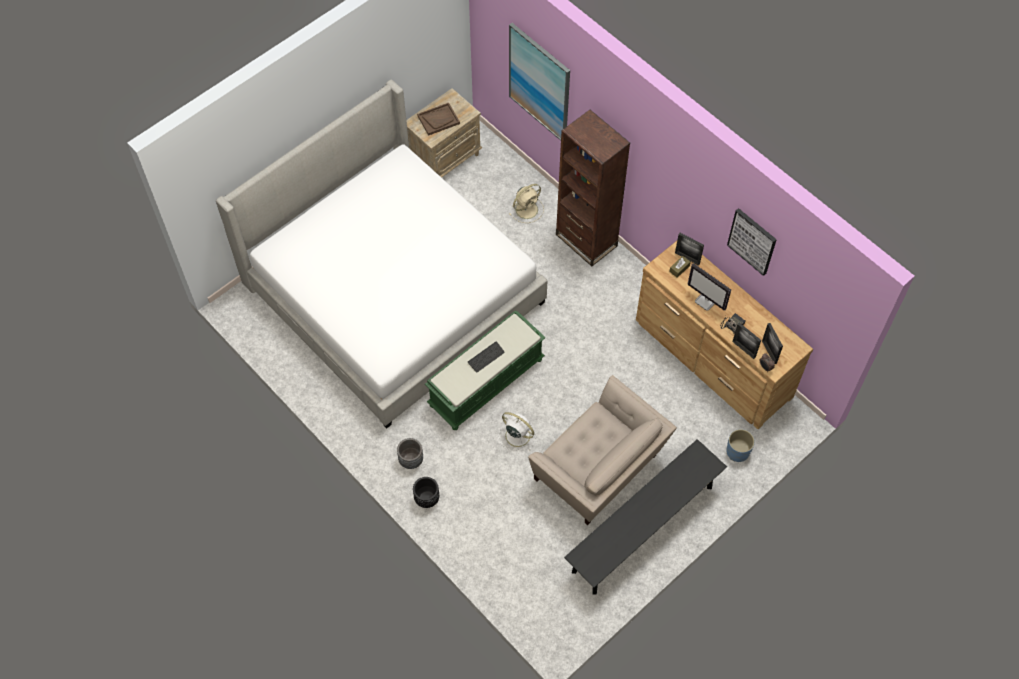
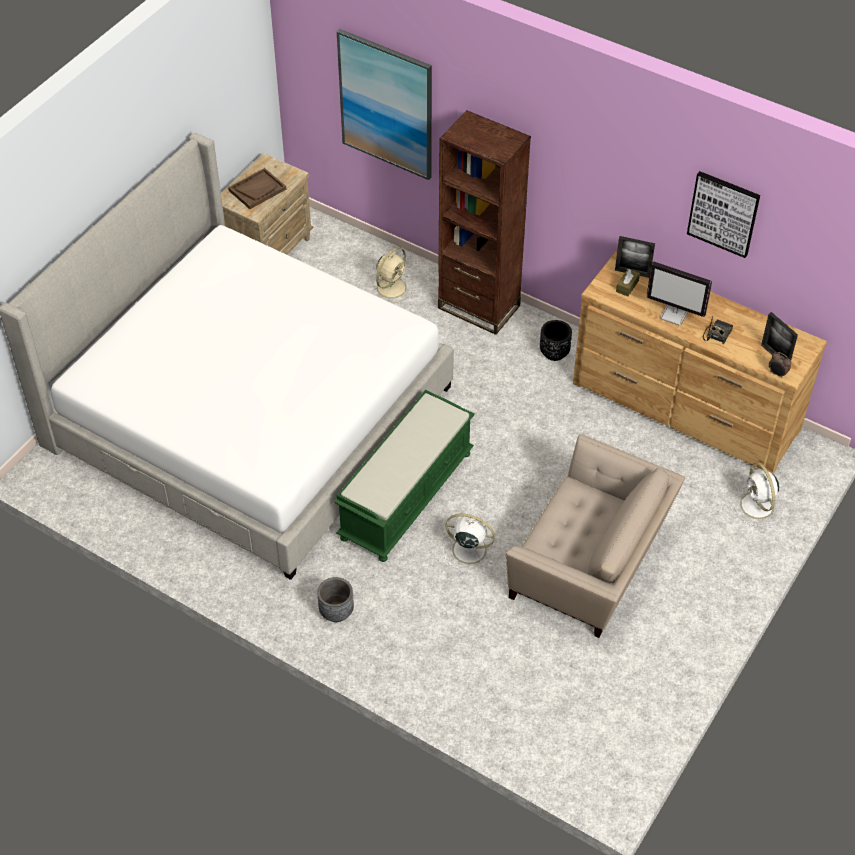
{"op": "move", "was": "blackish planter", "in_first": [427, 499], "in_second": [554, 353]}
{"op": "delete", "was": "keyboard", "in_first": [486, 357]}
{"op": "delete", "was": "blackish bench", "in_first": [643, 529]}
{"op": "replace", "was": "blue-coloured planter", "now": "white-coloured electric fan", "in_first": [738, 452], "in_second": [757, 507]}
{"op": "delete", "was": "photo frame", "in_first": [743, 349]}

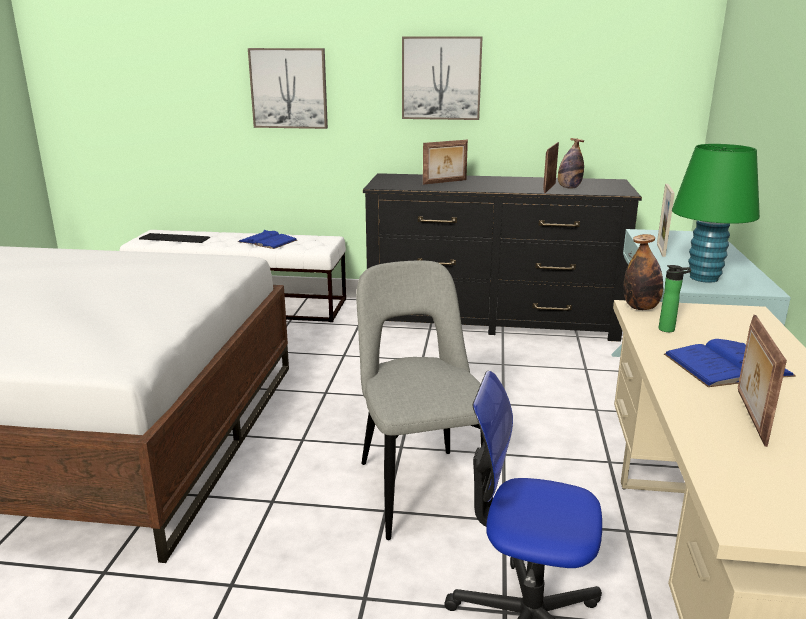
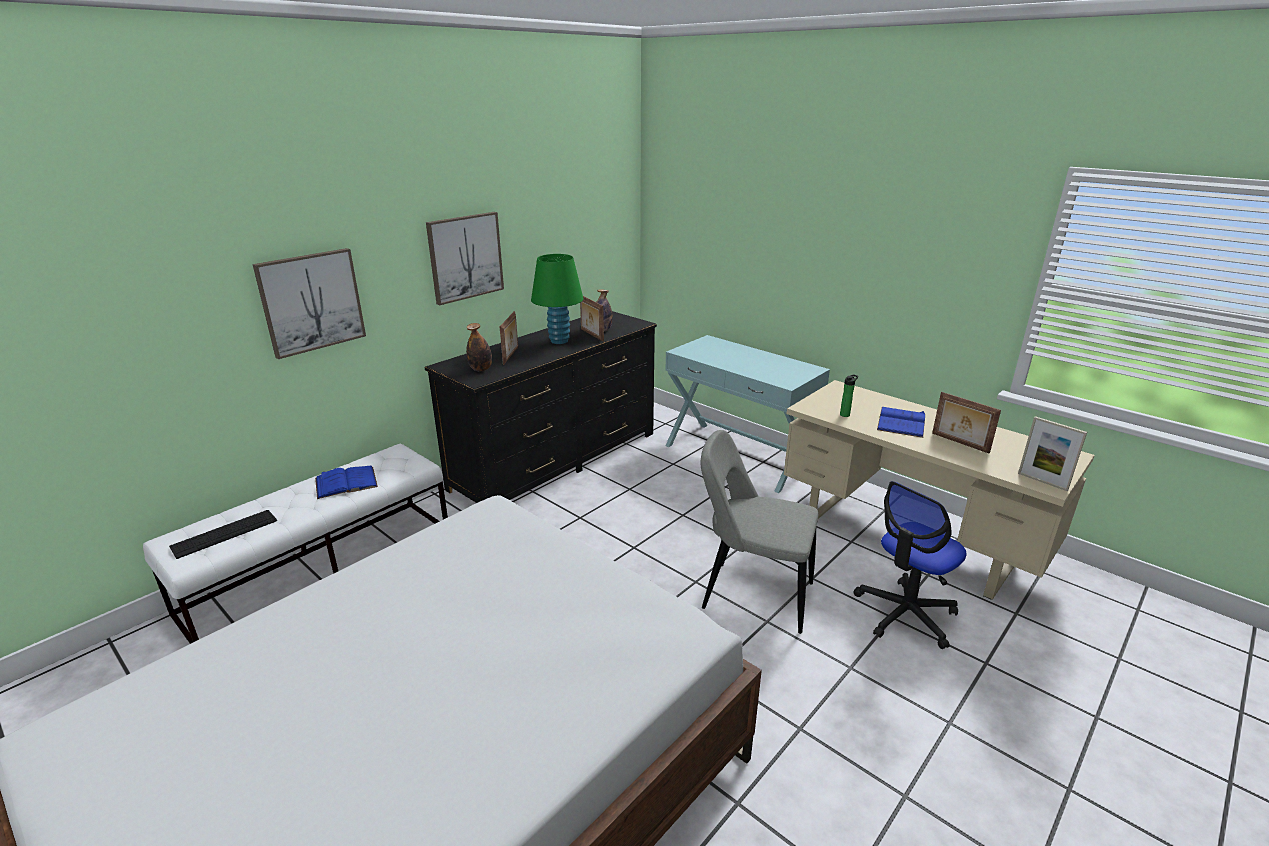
{"op": "move", "was": "drink bottle", "in_first": [640, 307], "in_second": [481, 369]}
{"op": "move", "was": "photo frame", "in_first": [661, 250], "in_second": [1042, 481]}
{"op": "move", "was": "green table lamp", "in_first": [703, 278], "in_second": [559, 341]}

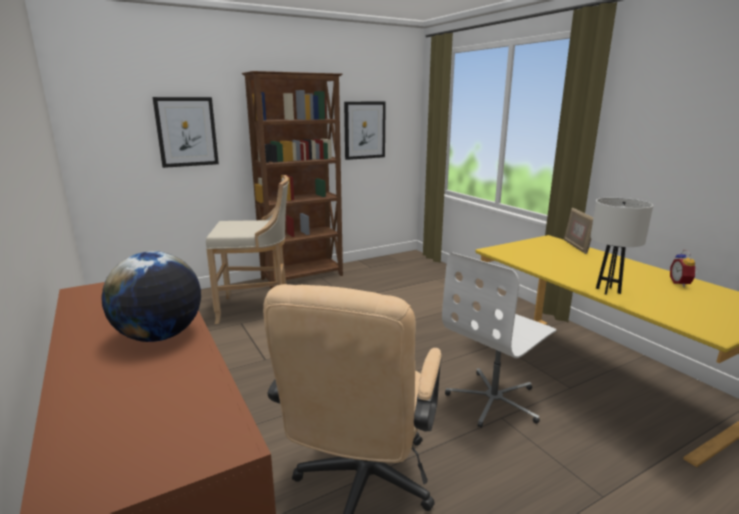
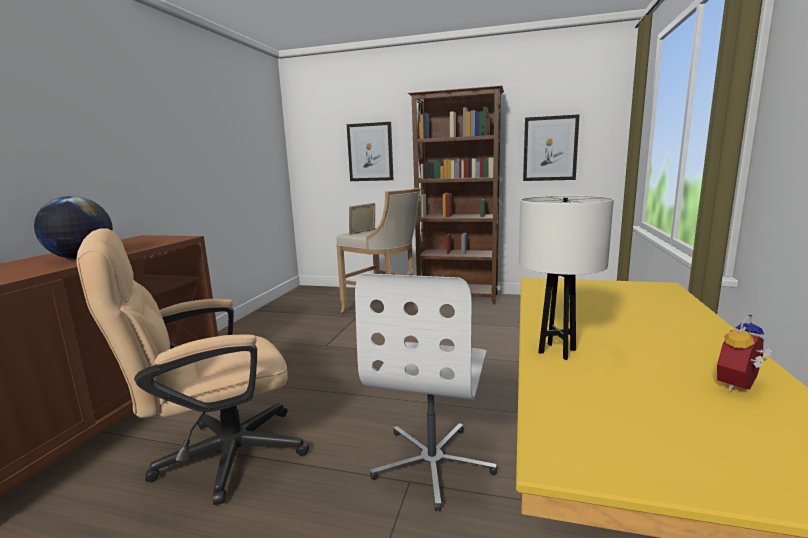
{"op": "rotate", "was": "white-coloured computer chair", "in_first": [494, 400], "in_second": [433, 463], "clockwise": -75}
{"op": "move", "was": "photo frame", "in_first": [576, 247], "in_second": [363, 232]}

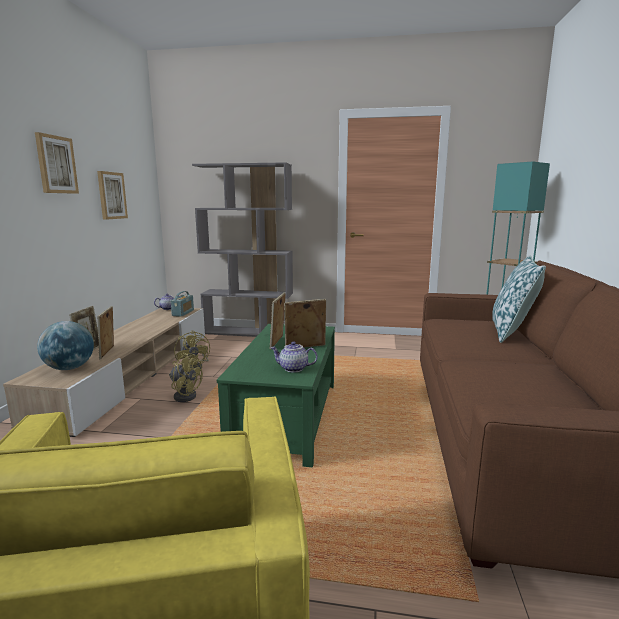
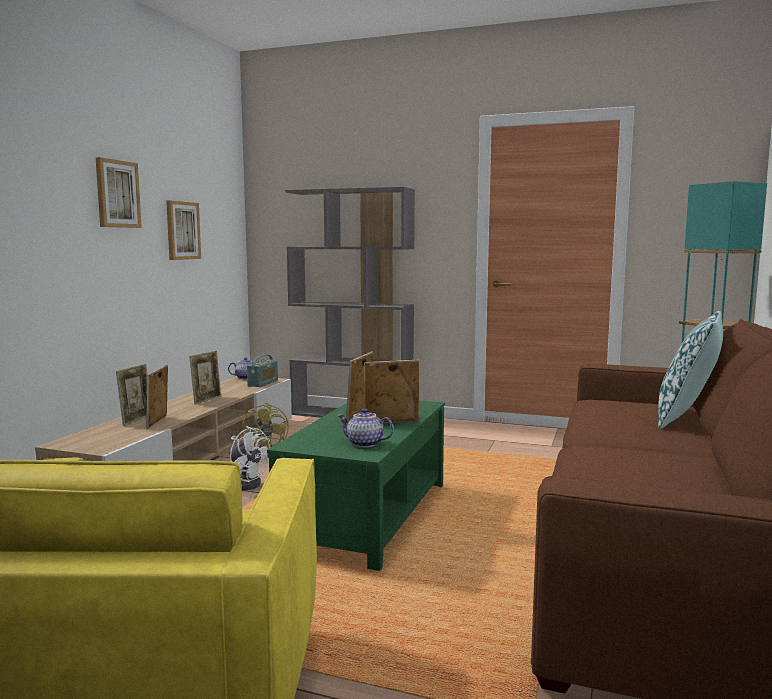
{"op": "delete", "was": "desk globe", "in_first": [69, 368]}
{"op": "recolor", "was": "yellow-coloured electric fan", "now": "white-coloured electric fan", "in_first": [185, 395], "in_second": [247, 483]}
{"op": "insert", "now": "photo frame", "in_second": [207, 400]}

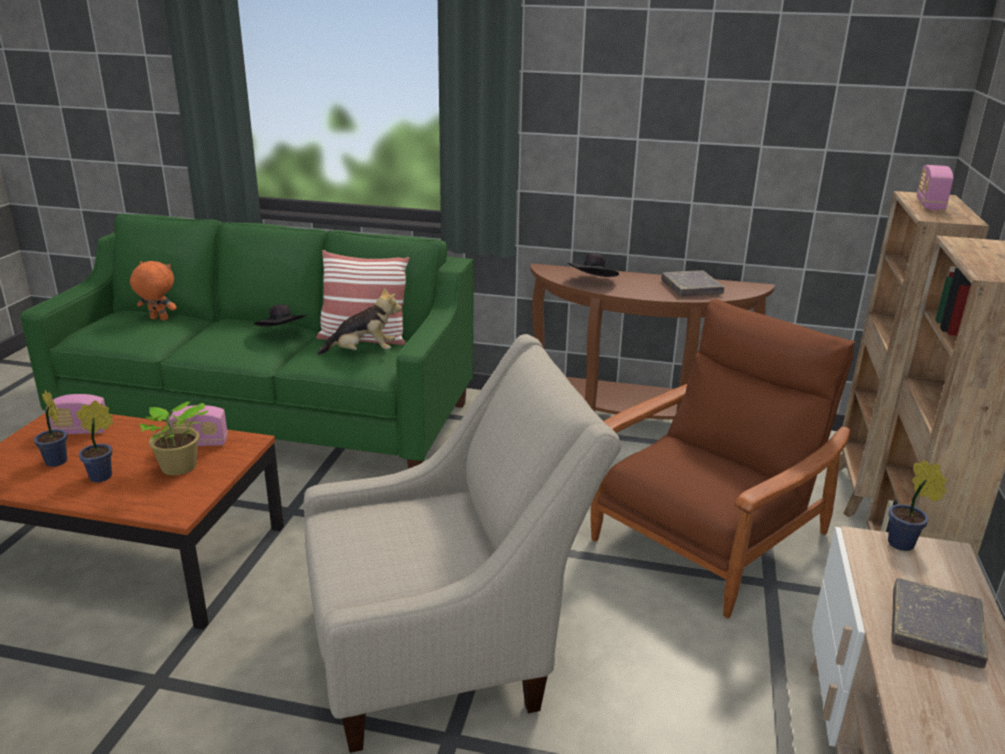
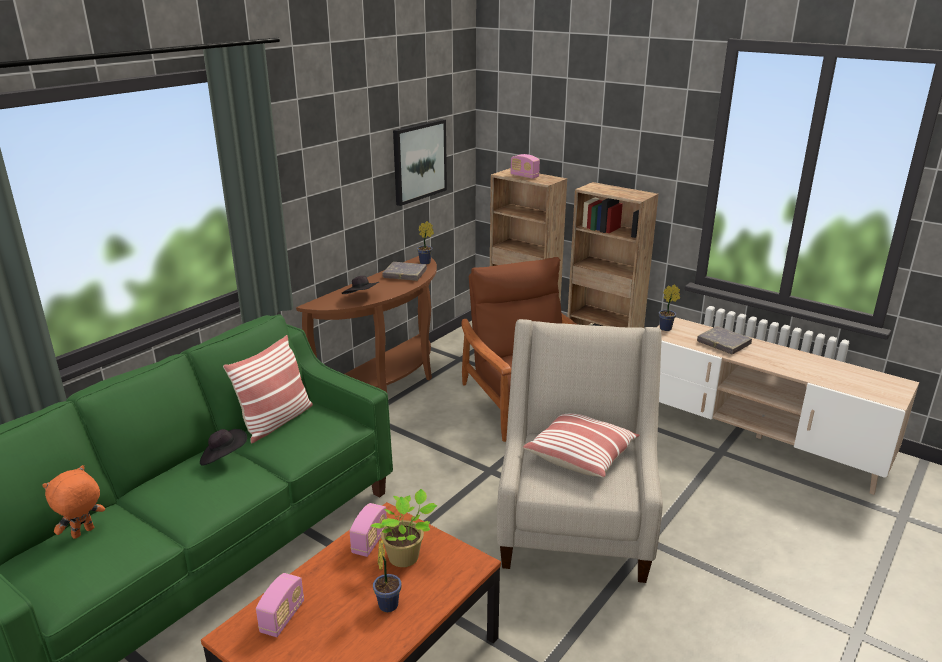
{"op": "move", "was": "potted plant", "in_first": [57, 463], "in_second": [426, 262]}
{"op": "delete", "was": "soft toy", "in_first": [363, 352]}
{"op": "insert", "now": "picture", "in_second": [419, 161]}
{"op": "insert", "now": "pillow", "in_second": [581, 455]}

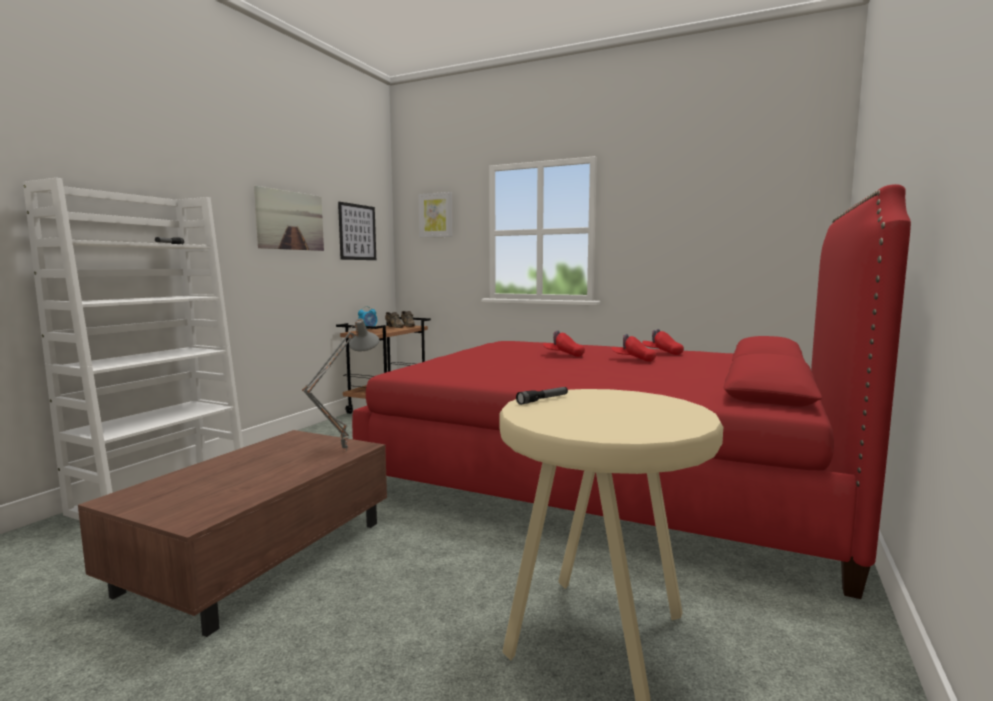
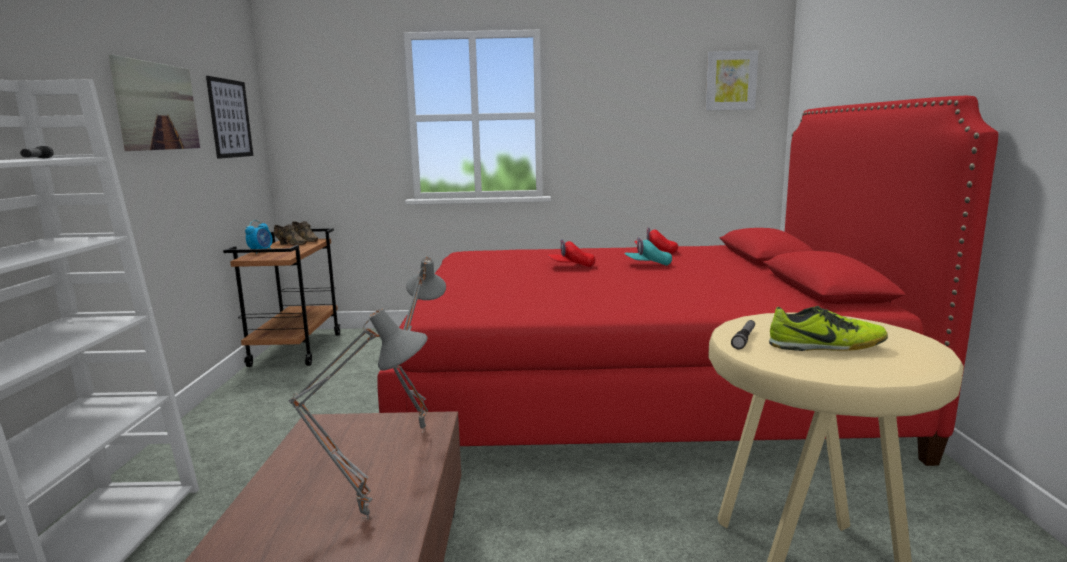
{"op": "move", "was": "picture", "in_first": [436, 215], "in_second": [730, 81]}
{"op": "recolor", "was": "red peaked cap", "now": "blue-green peaked cap", "in_first": [633, 360], "in_second": [648, 265]}
{"op": "insert", "now": "grey table lamp", "in_second": [368, 516]}
{"op": "insert", "now": "item of footwear", "in_second": [826, 347]}

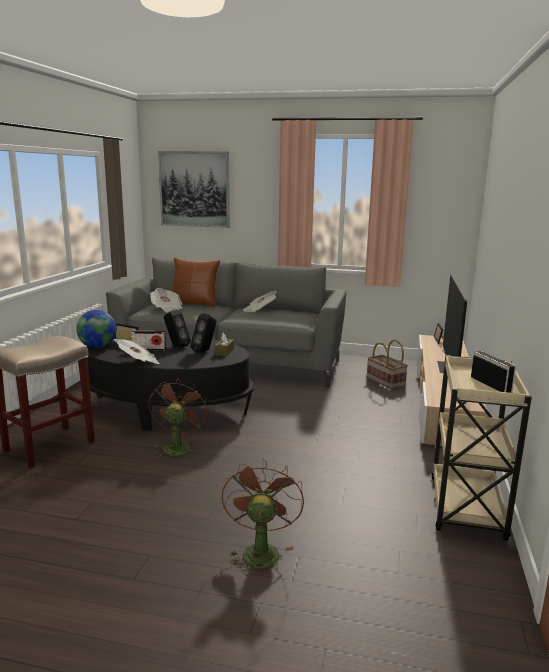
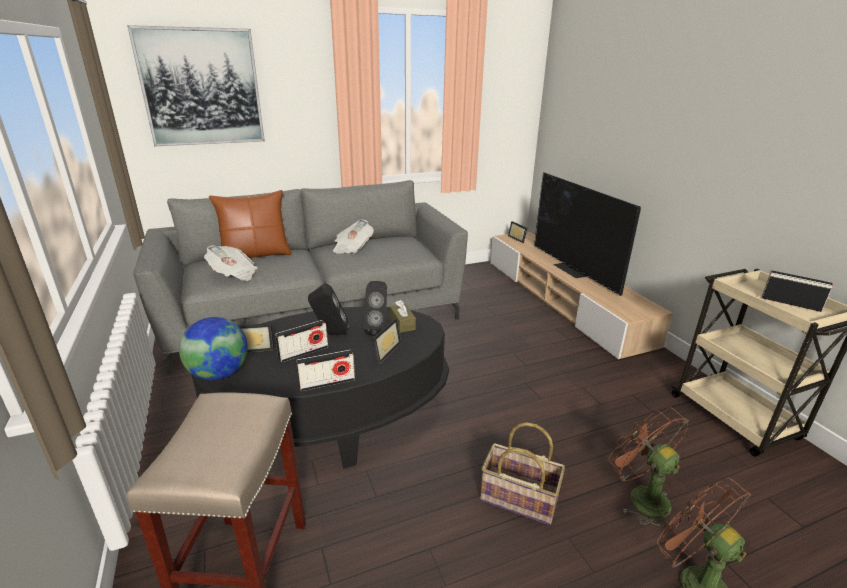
{"op": "replace", "was": "printed paper", "now": "radio receiver", "in_first": [138, 362], "in_second": [327, 383]}
{"op": "move", "was": "brown electric fan", "in_first": [177, 446], "in_second": [641, 496]}
{"op": "move", "was": "basket", "in_first": [385, 381], "in_second": [518, 499]}
{"op": "insert", "now": "photo frame", "in_second": [383, 351]}

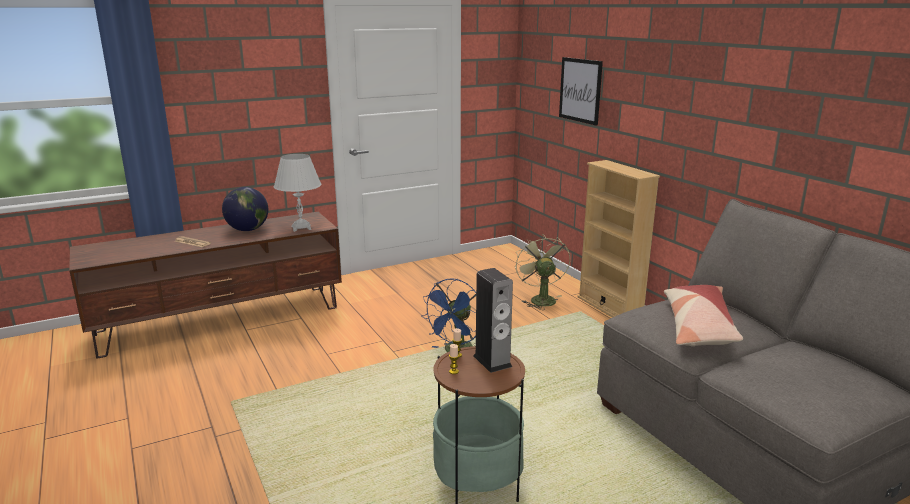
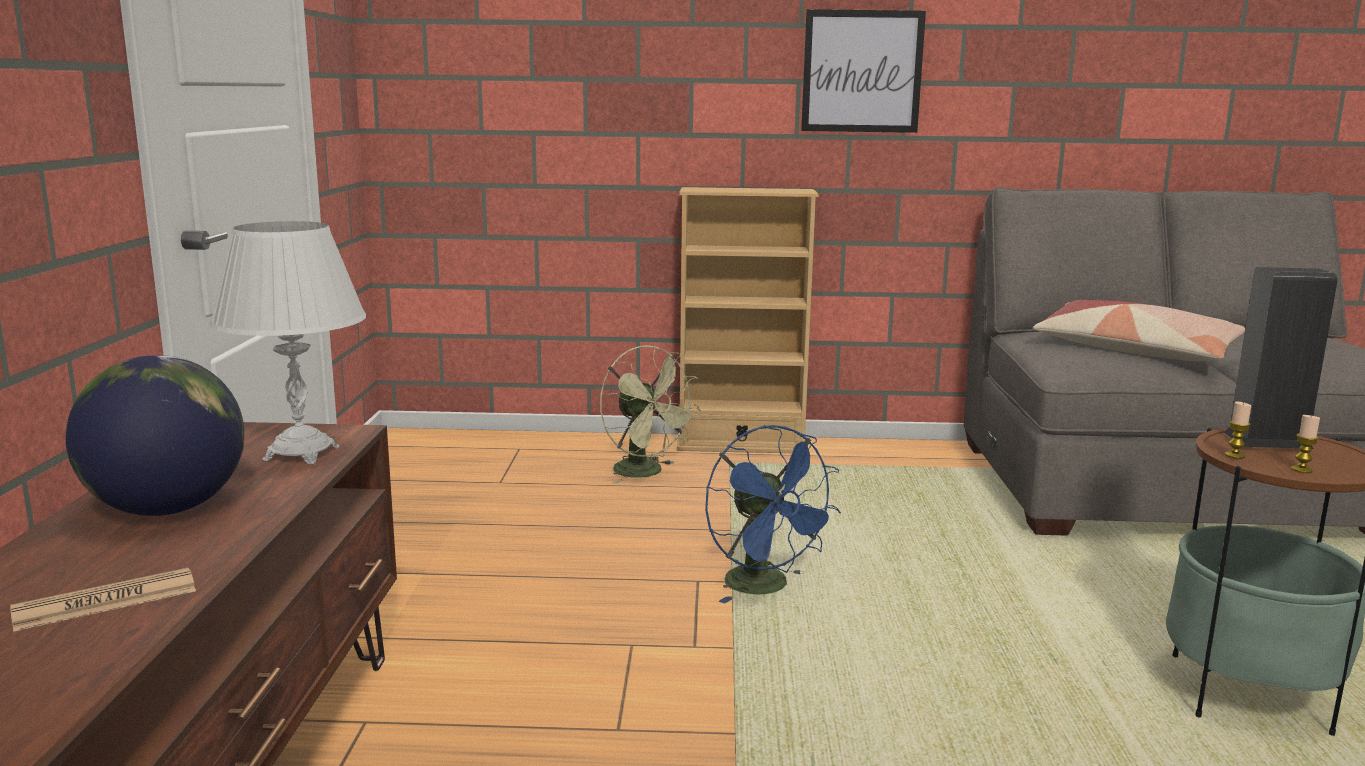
{"op": "rotate", "was": "green electric fan", "in_first": [540, 299], "in_second": [646, 473], "clockwise": -150}
{"op": "move", "was": "picture", "in_first": [580, 90], "in_second": [862, 71]}

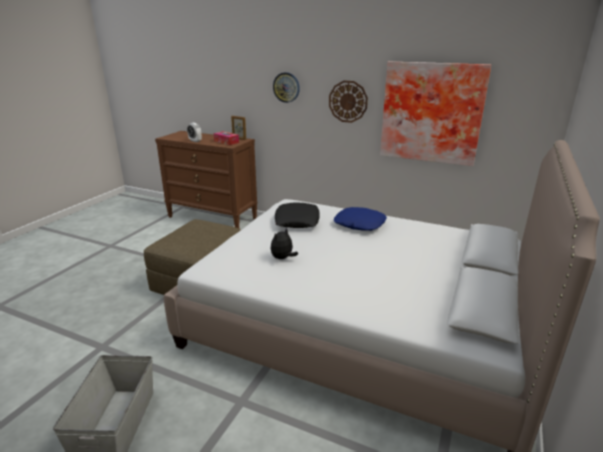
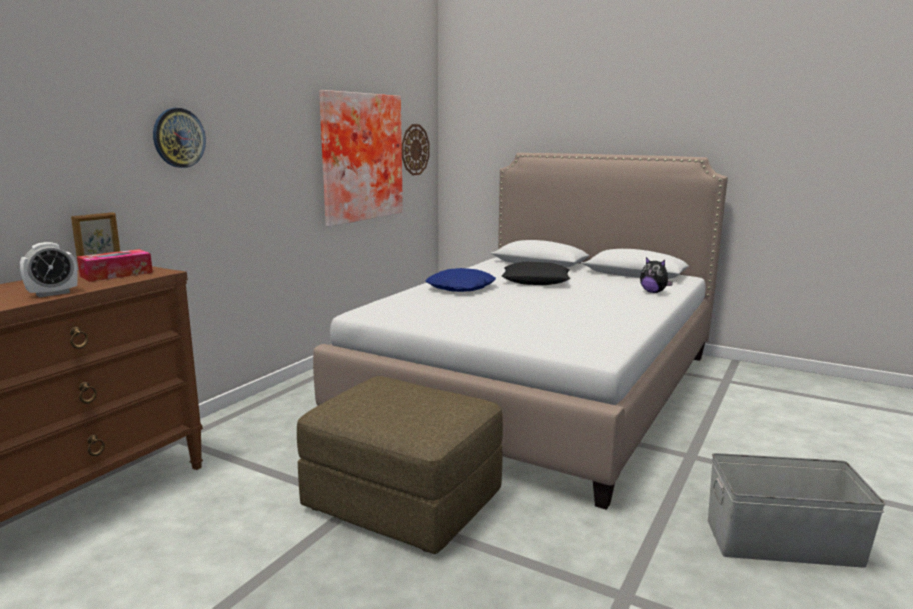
{"op": "move", "was": "soft toy", "in_first": [283, 258], "in_second": [653, 292]}
{"op": "move", "was": "blackish pillow", "in_first": [297, 220], "in_second": [536, 280]}
{"op": "move", "was": "hanging clock", "in_first": [348, 101], "in_second": [415, 149]}

